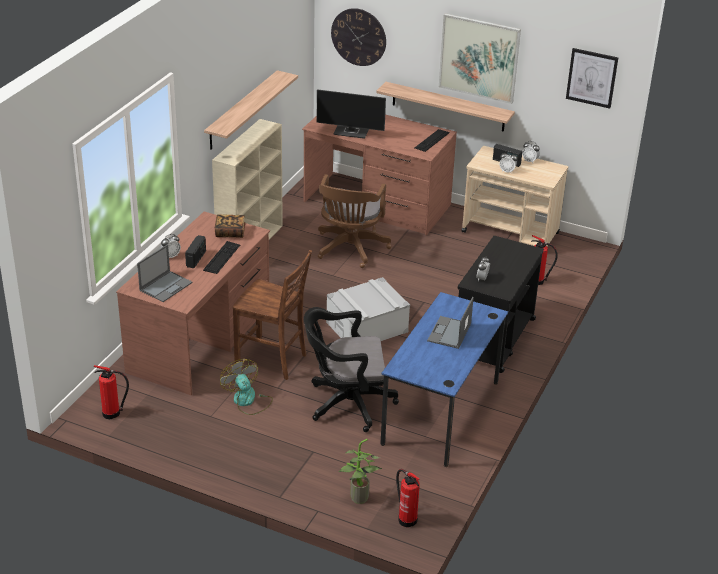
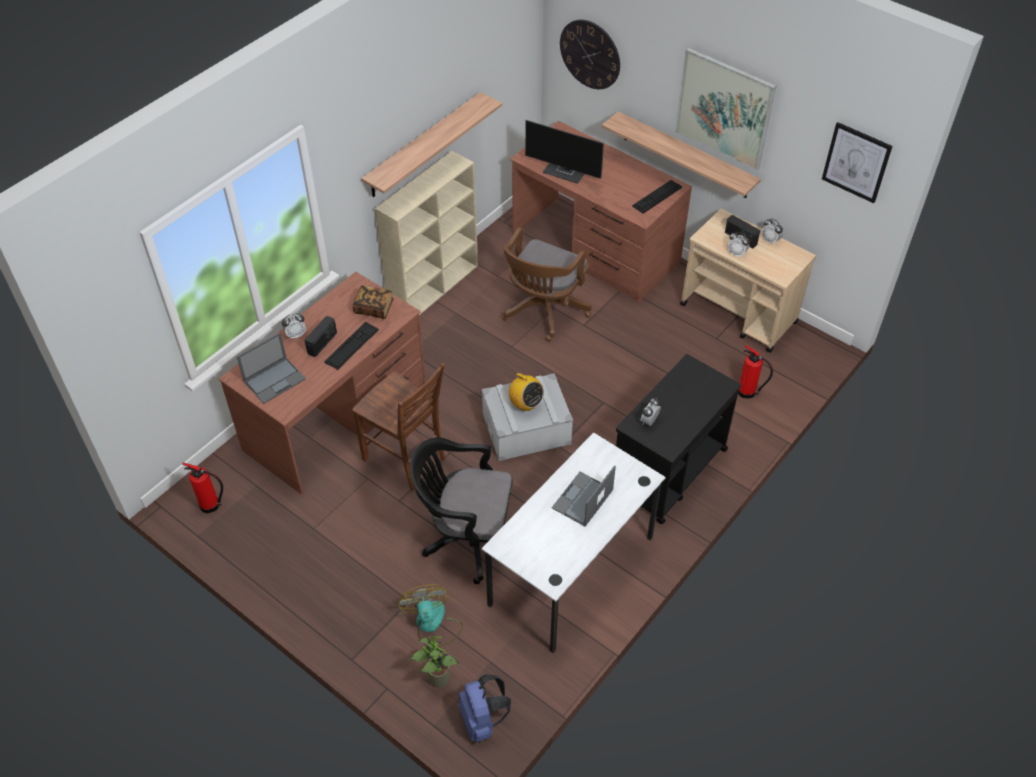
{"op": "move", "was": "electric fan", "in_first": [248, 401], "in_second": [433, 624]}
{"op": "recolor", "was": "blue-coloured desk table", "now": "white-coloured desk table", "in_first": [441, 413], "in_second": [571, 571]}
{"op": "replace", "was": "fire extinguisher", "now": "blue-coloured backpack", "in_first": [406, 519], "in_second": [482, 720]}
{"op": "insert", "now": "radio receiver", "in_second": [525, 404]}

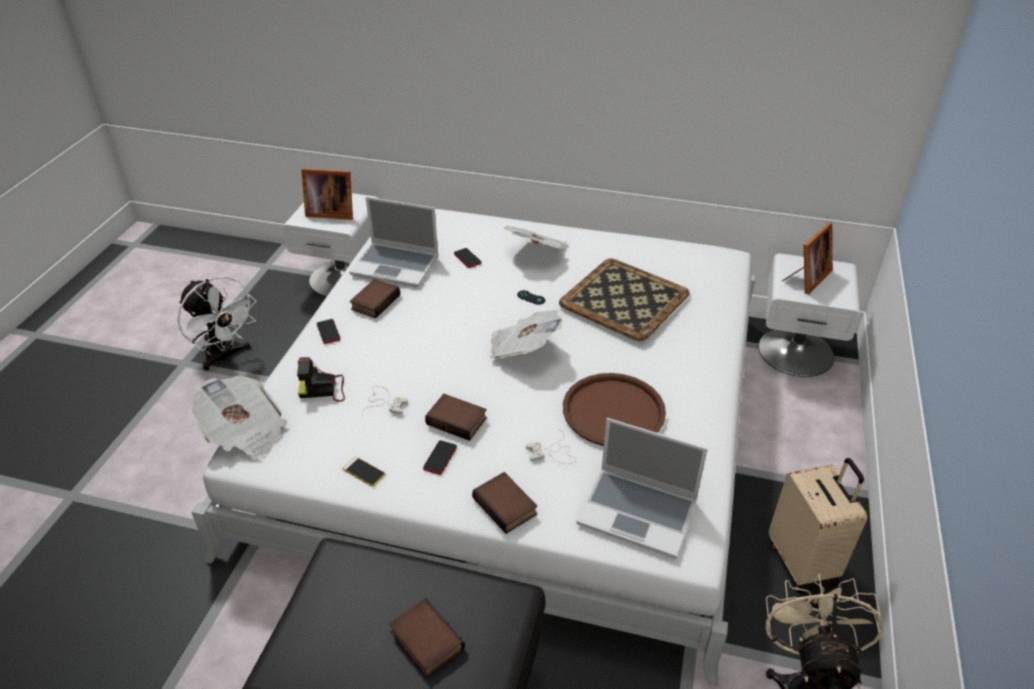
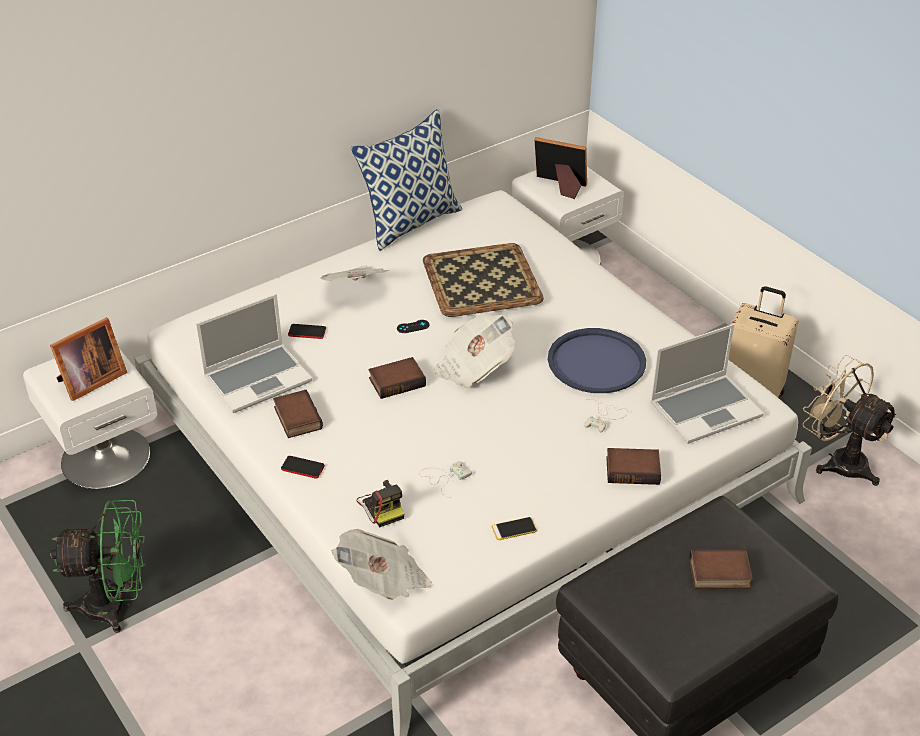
{"op": "recolor", "was": "white-coloured electric fan", "now": "green electric fan", "in_first": [225, 356], "in_second": [116, 606]}
{"op": "rotate", "was": "still camera", "in_first": [324, 389], "in_second": [382, 506], "clockwise": -60}
{"op": "delete", "was": "telephone", "in_first": [440, 458]}
{"op": "move", "was": "bound book", "in_first": [458, 420], "in_second": [397, 381]}
{"op": "recolor", "was": "brown tray", "now": "blue-coloured tray", "in_first": [613, 411], "in_second": [596, 362]}
{"op": "rotate", "was": "photo frame", "in_first": [807, 279], "in_second": [560, 186], "clockwise": -60}
{"op": "insert", "now": "pillow", "in_second": [410, 222]}

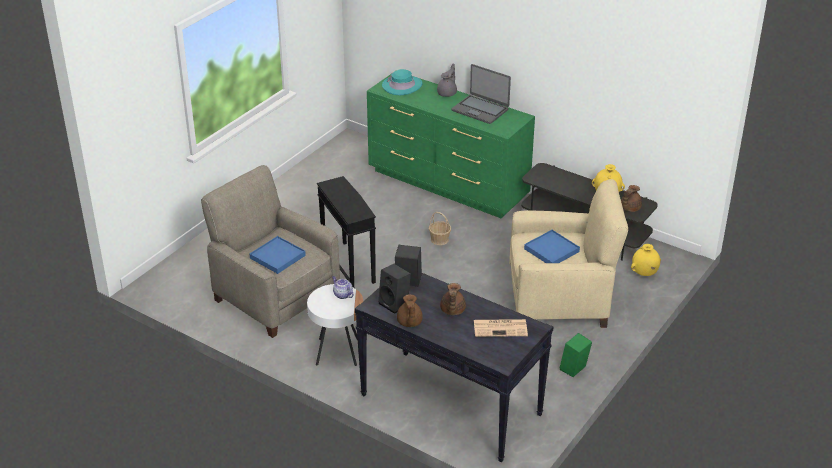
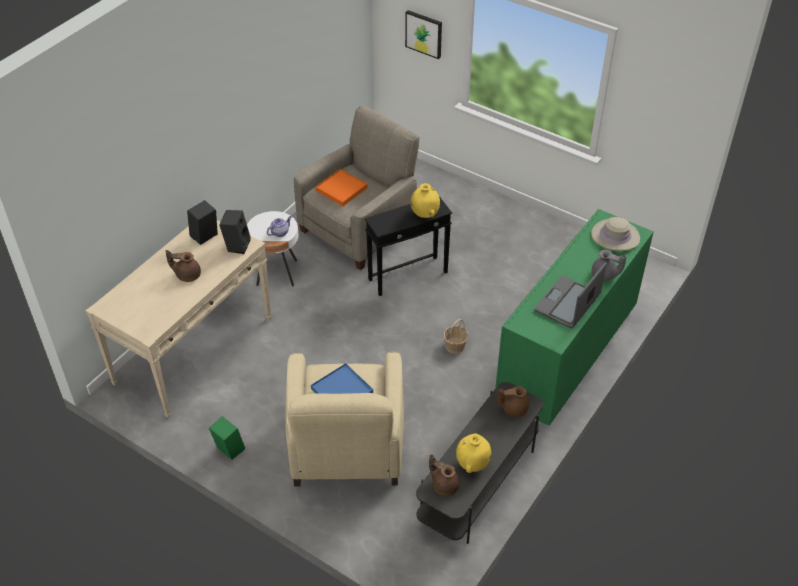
{"op": "recolor", "was": "blue-coloured tray", "now": "orange-coloured tray", "in_first": [277, 257], "in_second": [341, 189]}
{"op": "recolor", "was": "blackish hall table", "now": "sand-coloured hall table", "in_first": [450, 404], "in_second": [194, 350]}
{"op": "recolor", "was": "blue-green clothing hat", "now": "sand-coloured clothing hat", "in_first": [402, 86], "in_second": [615, 236]}
{"op": "move", "was": "brown pot for tea", "in_first": [409, 322], "in_second": [513, 408]}
{"op": "delete", "was": "printed paper", "in_first": [501, 328]}
{"op": "move", "was": "yellow-coloured decorative vase", "in_first": [644, 274], "in_second": [424, 214]}
{"op": "insert", "now": "picture", "in_second": [424, 33]}

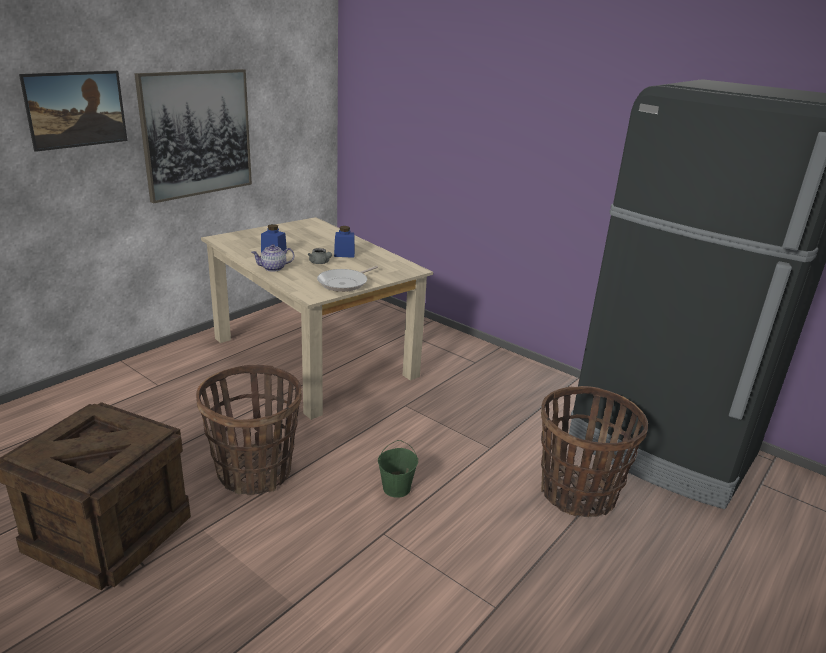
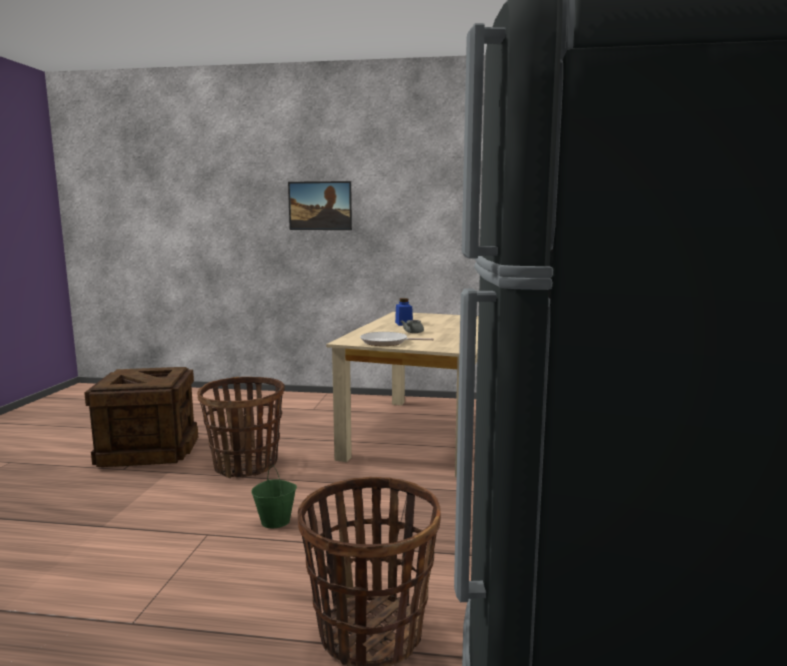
{"op": "delete", "was": "picture", "in_first": [197, 134]}
{"op": "delete", "was": "pot for tea", "in_first": [273, 268]}
{"op": "delete", "was": "blue-coloured jar", "in_first": [344, 254]}

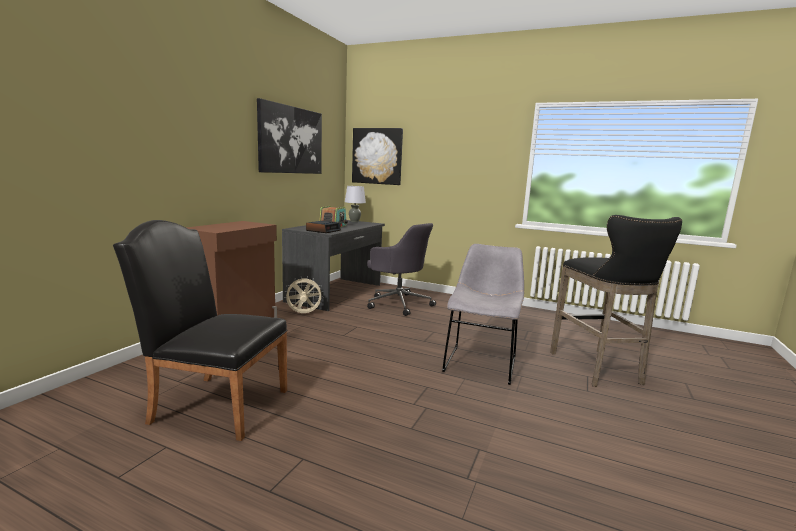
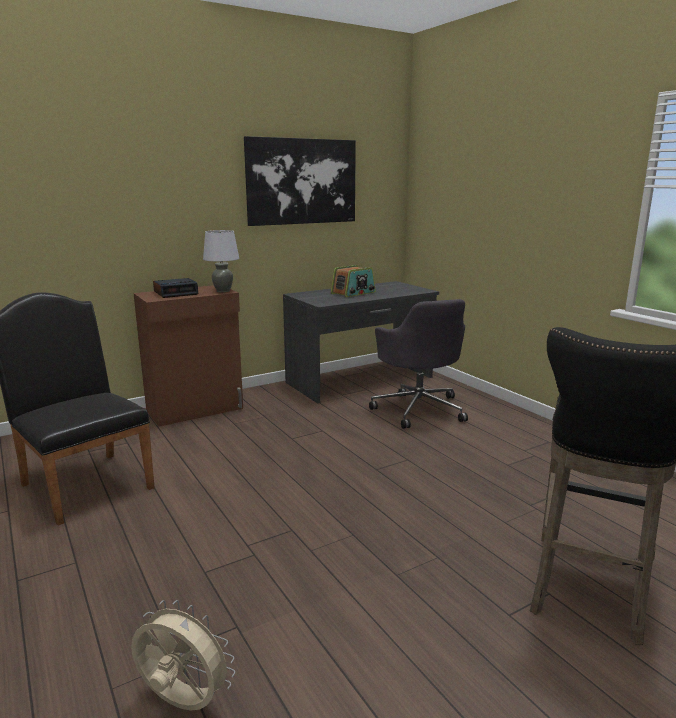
{"op": "move", "was": "sand-coloured electric fan", "in_first": [303, 314], "in_second": [182, 703]}
{"op": "move", "was": "bedside clock", "in_first": [323, 230], "in_second": [176, 293]}
{"op": "move", "was": "grey table lamp", "in_first": [354, 221], "in_second": [223, 291]}
{"op": "delete", "was": "picture", "in_first": [377, 156]}
{"op": "delete", "was": "grey upright chair", "in_first": [481, 363]}

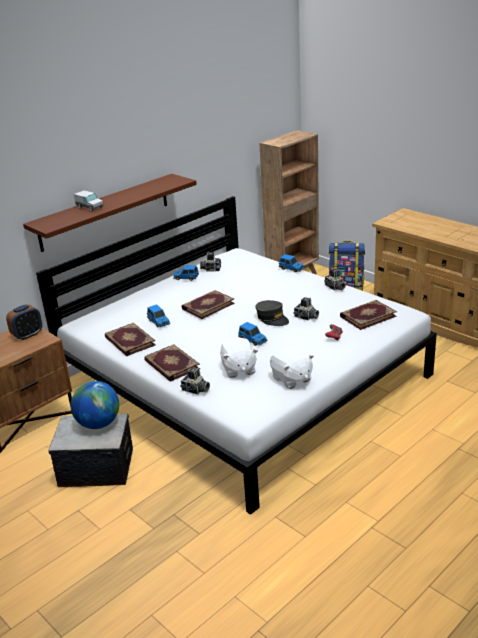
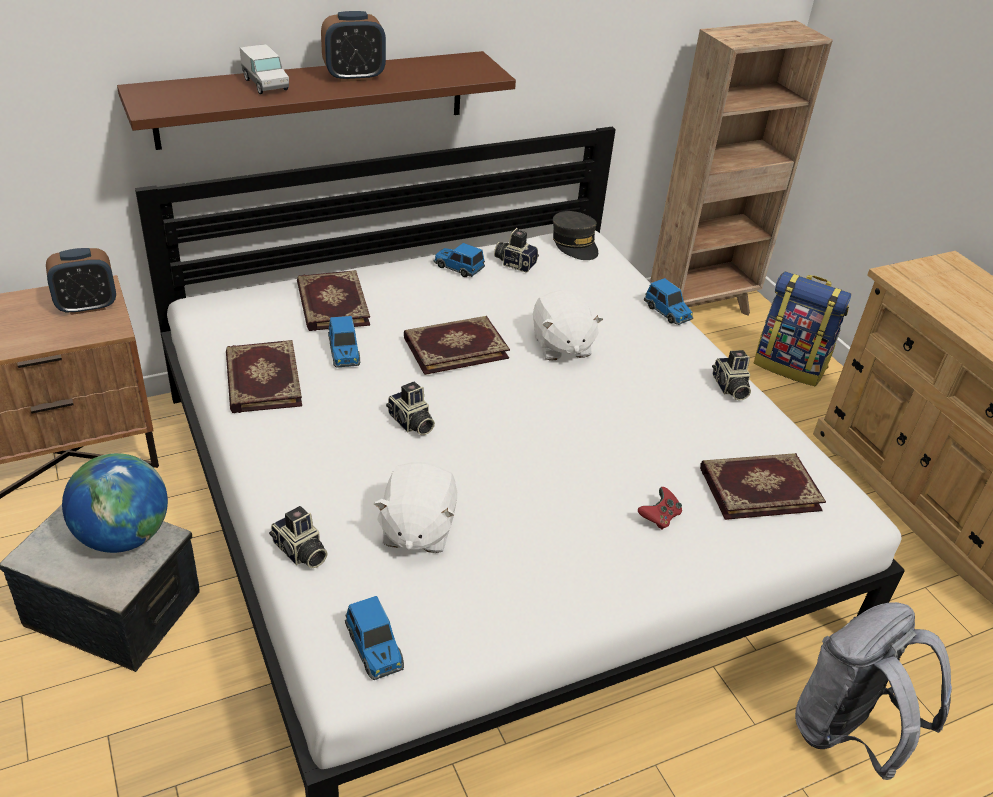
{"op": "move", "was": "bound book", "in_first": [171, 365], "in_second": [331, 304]}
{"op": "move", "was": "toy car", "in_first": [253, 340], "in_second": [375, 649]}
{"op": "move", "was": "grey peaked cap", "in_first": [272, 318], "in_second": [575, 244]}
{"op": "move", "was": "white-coloured soft toy", "in_first": [291, 379], "in_second": [561, 346]}
{"op": "move", "was": "still camera", "in_first": [306, 317], "in_second": [410, 423]}
{"op": "insert", "now": "bedside clock", "in_second": [354, 76]}
{"op": "insert", "now": "grey backpack", "in_second": [847, 734]}

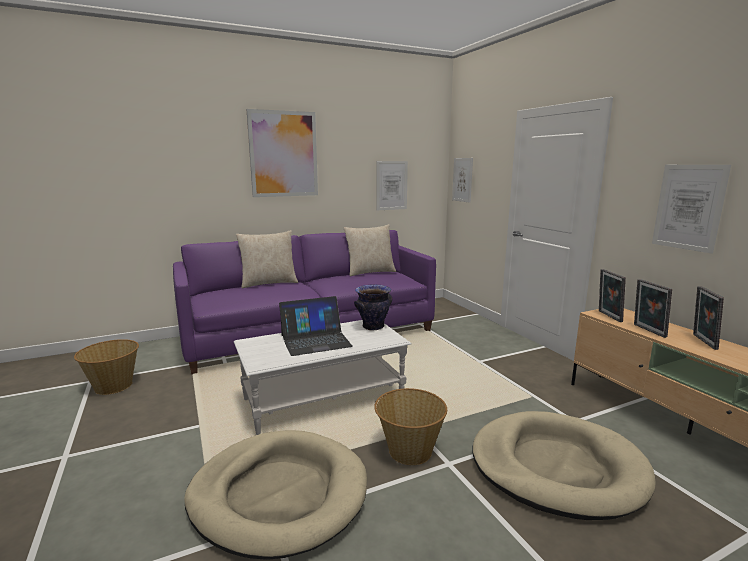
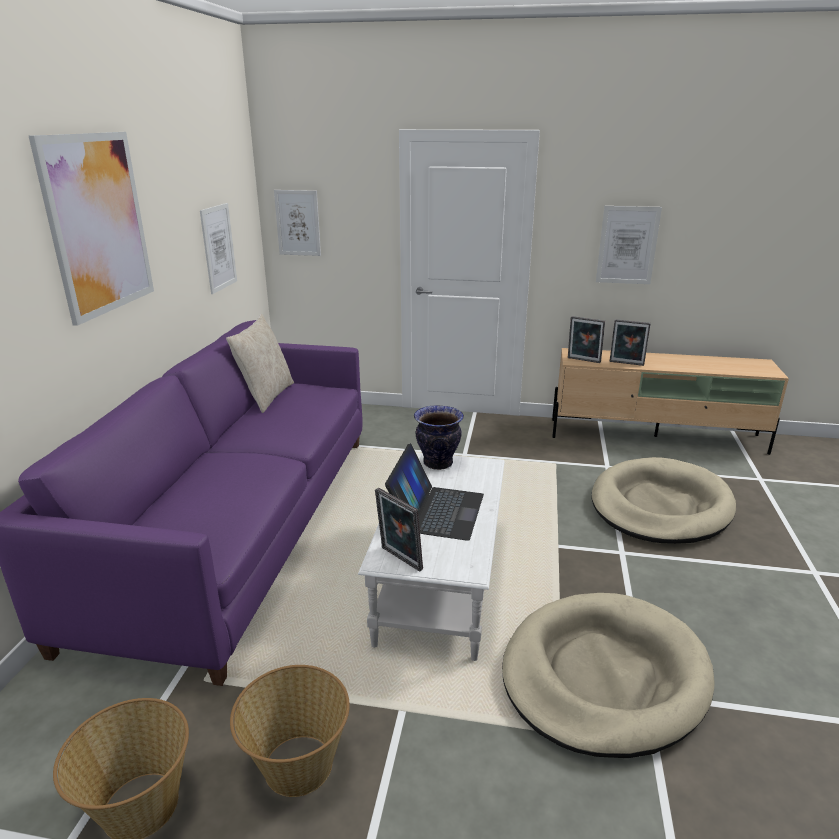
{"op": "delete", "was": "sand-coloured pillow", "in_first": [269, 283]}
{"op": "move", "was": "basket", "in_first": [409, 450], "in_second": [297, 765]}
{"op": "move", "was": "photo frame", "in_first": [702, 341], "in_second": [399, 560]}

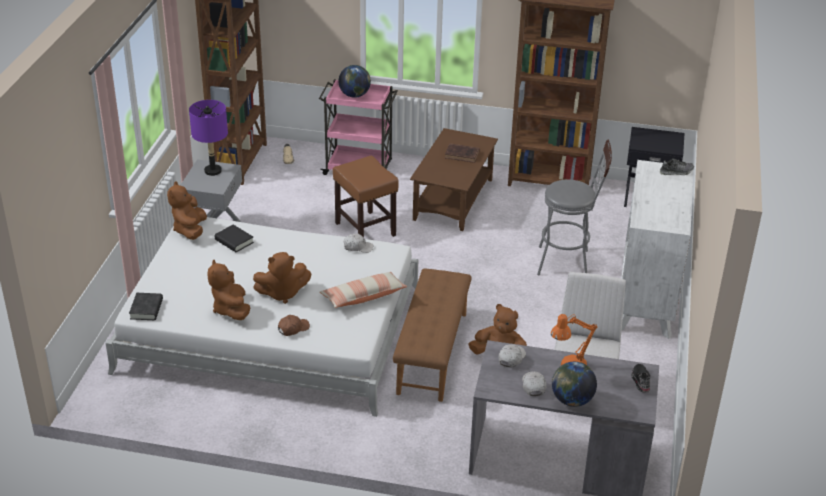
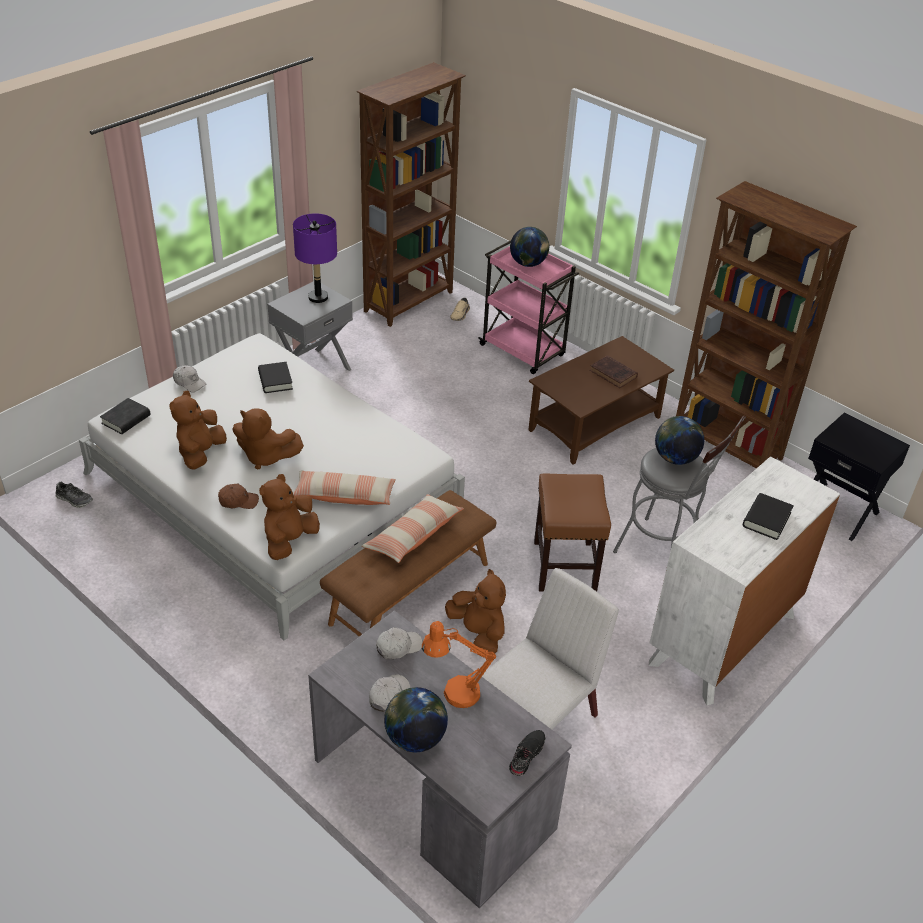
{"op": "move", "was": "brown soft toy", "in_first": [190, 230], "in_second": [289, 541]}
{"op": "move", "was": "brown stool", "in_first": [366, 229], "in_second": [565, 567]}
{"op": "move", "was": "white-coloured peaked cap", "in_first": [358, 247], "in_second": [189, 382]}
{"op": "move", "was": "item of footwear", "in_first": [676, 172], "in_second": [74, 499]}
{"op": "insert", "now": "pillow", "in_second": [413, 535]}
{"op": "insert", "now": "desk globe", "in_second": [675, 459]}
{"op": "insert", "now": "blackish bound book", "in_second": [766, 519]}

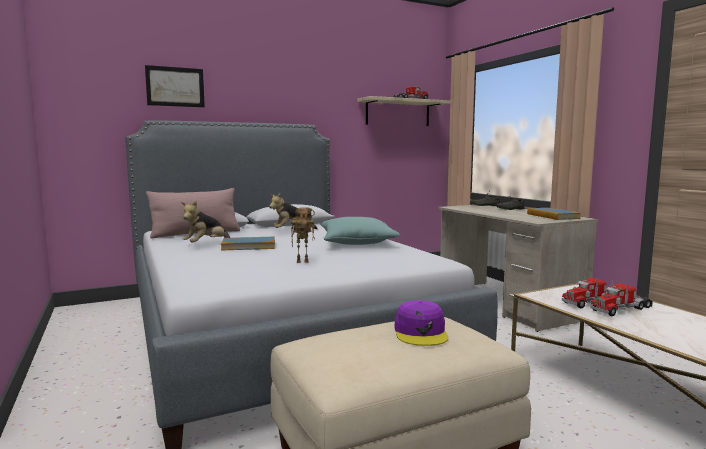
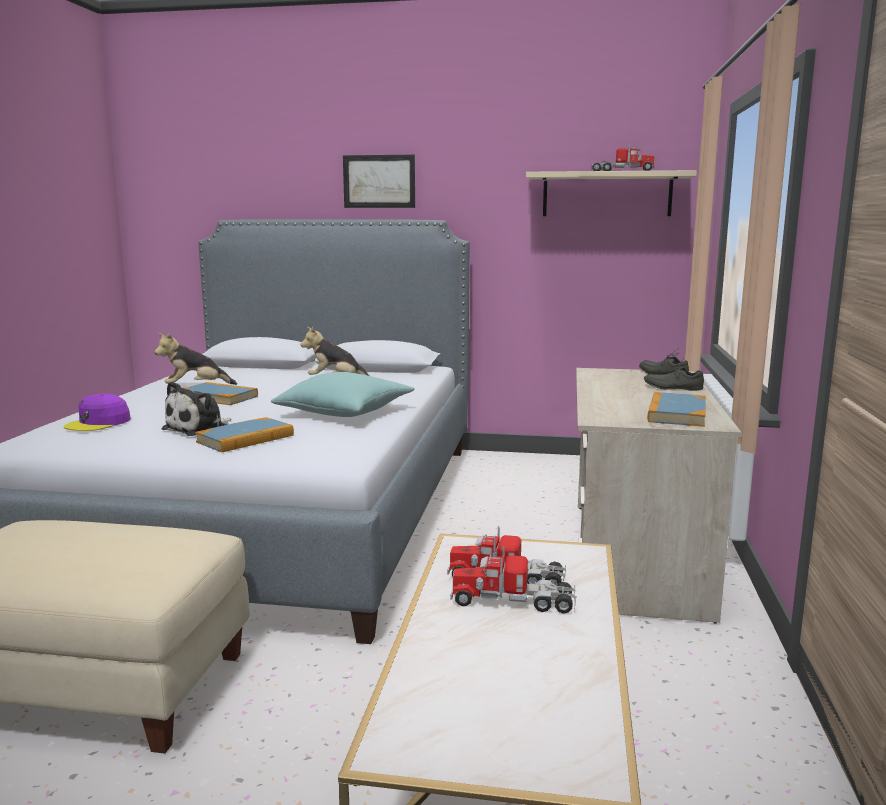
{"op": "move", "was": "picture", "in_first": [175, 86], "in_second": [379, 181]}
{"op": "delete", "was": "pinkish pillow", "in_first": [196, 233]}
{"op": "replace", "was": "toy robot", "now": "soft toy", "in_first": [303, 262], "in_second": [200, 429]}
{"op": "move", "was": "purple peaked cap", "in_first": [421, 333], "in_second": [98, 423]}
{"op": "insert", "now": "bound book", "in_second": [245, 439]}

